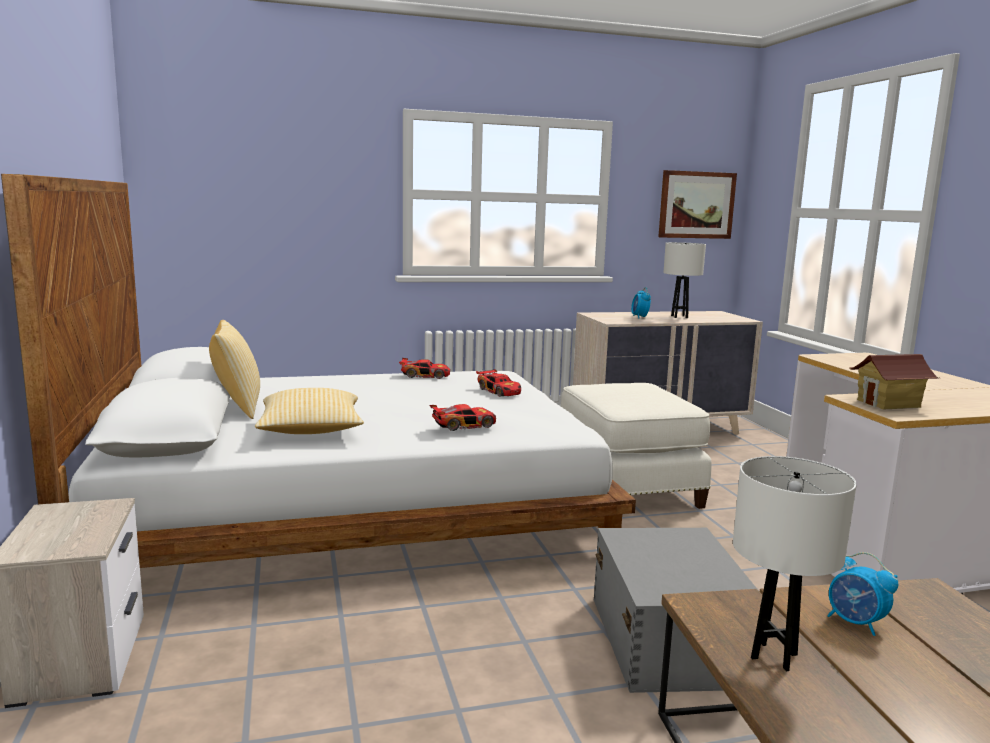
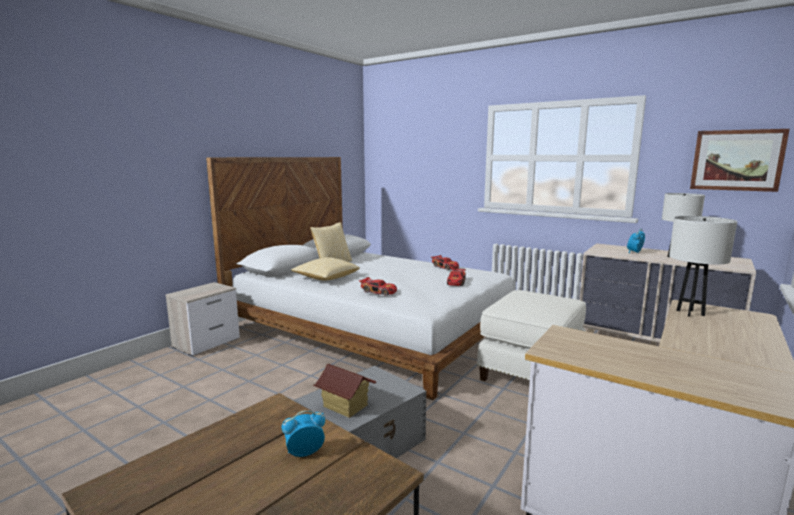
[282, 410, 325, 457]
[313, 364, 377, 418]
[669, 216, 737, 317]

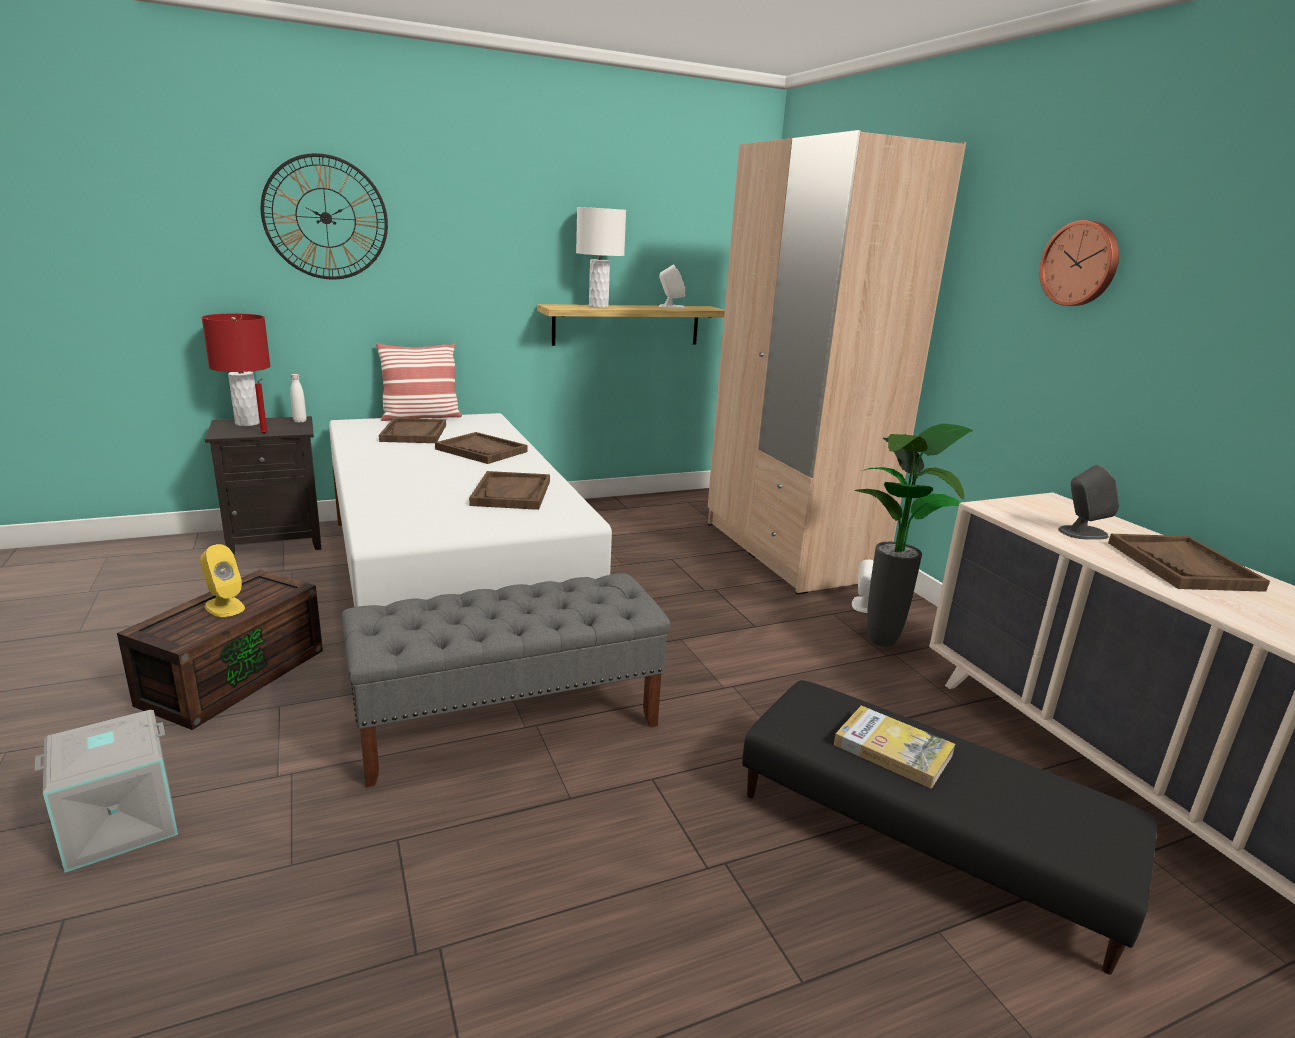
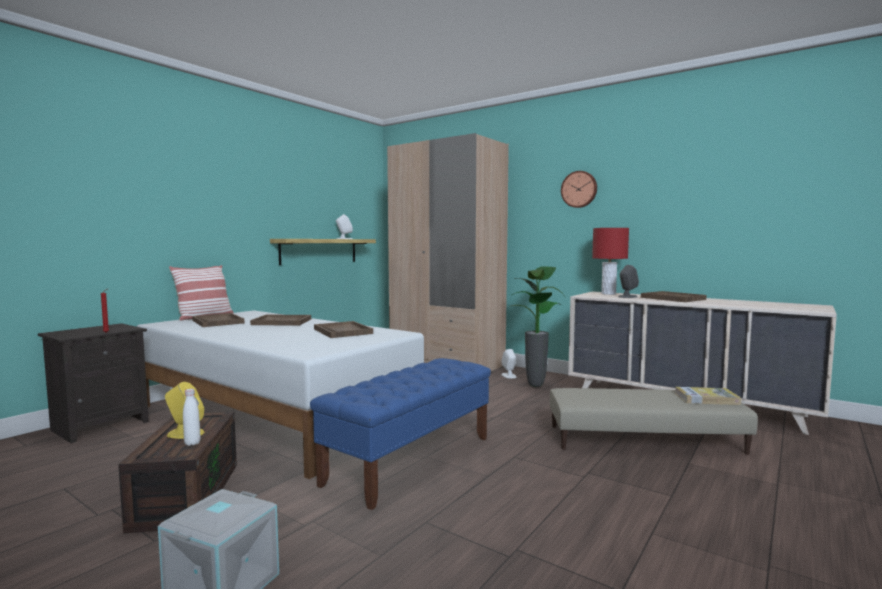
[183, 389, 201, 446]
[310, 358, 491, 510]
[550, 388, 758, 455]
[592, 228, 629, 295]
[675, 387, 741, 405]
[261, 153, 388, 280] (first image)
[576, 207, 626, 308] (first image)

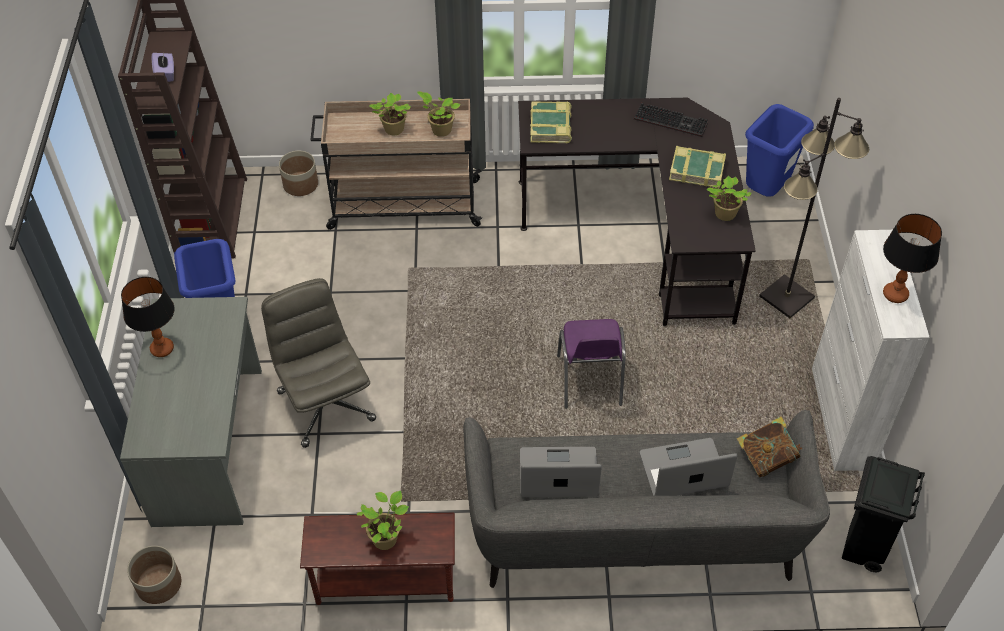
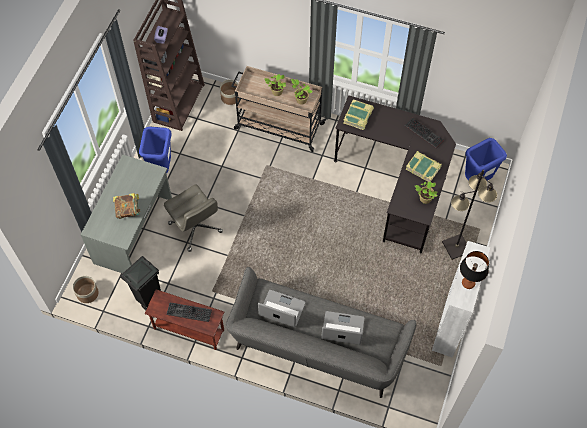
[113, 193, 141, 219]
[120, 256, 161, 310]
[164, 185, 223, 252]
[166, 302, 212, 322]
[121, 277, 175, 357] (first image)
[557, 319, 626, 409] (first image)

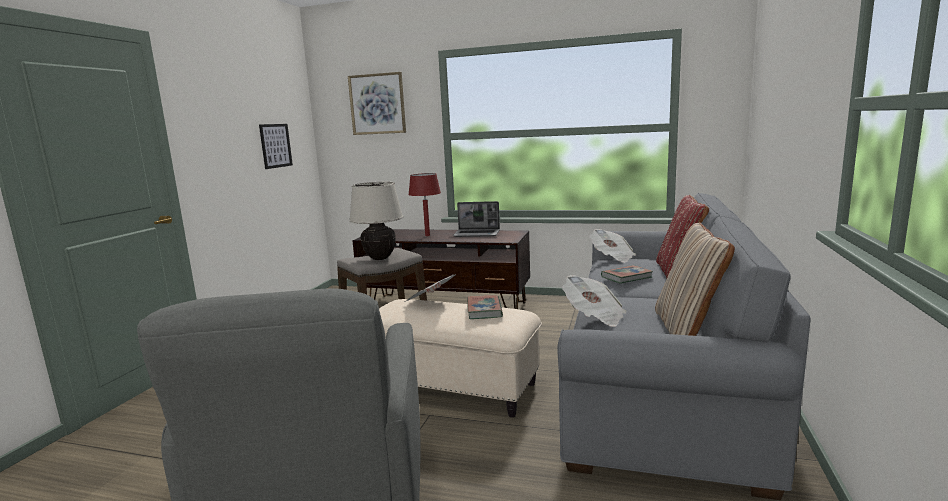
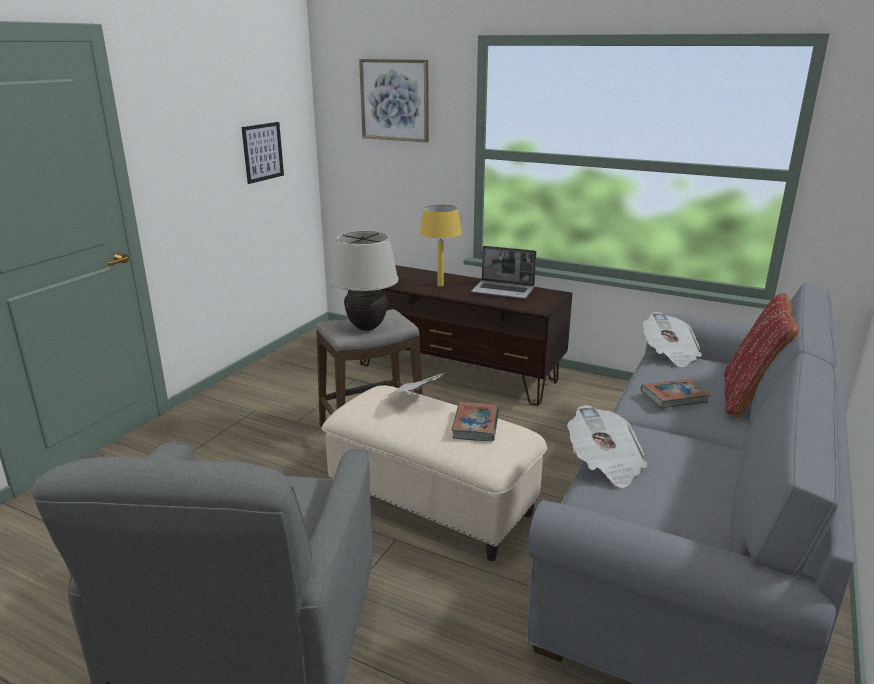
[420, 205, 462, 286]
[655, 222, 735, 336] (first image)

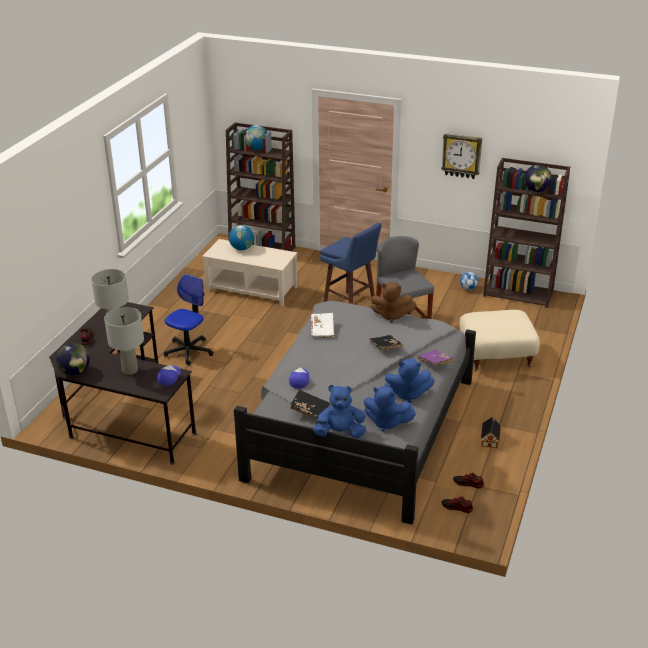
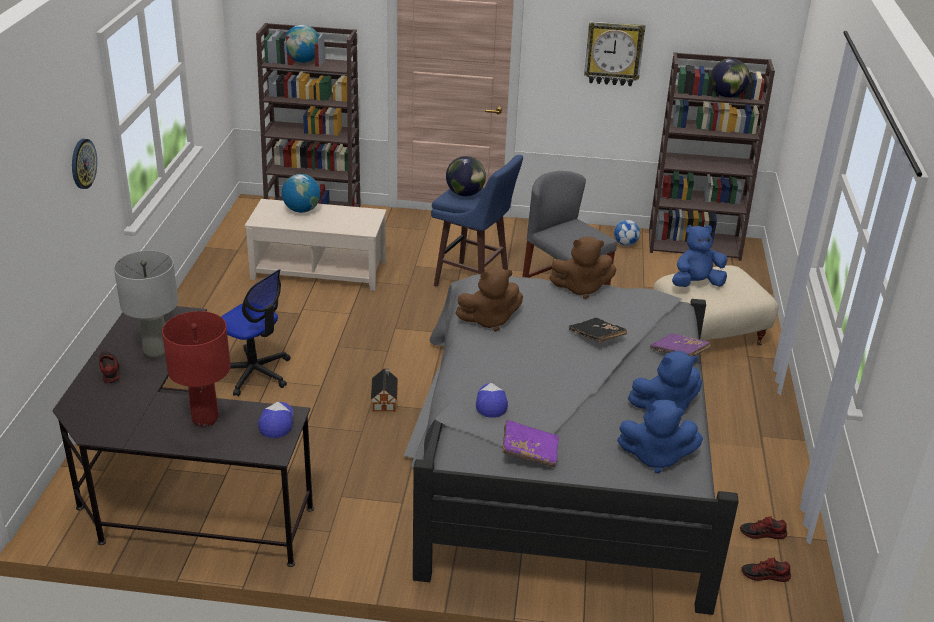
[72, 139, 97, 189]
[162, 311, 231, 427]
[221, 269, 291, 396]
[371, 369, 398, 412]
[446, 156, 486, 196]
[455, 266, 523, 331]
[502, 420, 559, 467]
[672, 225, 728, 287]

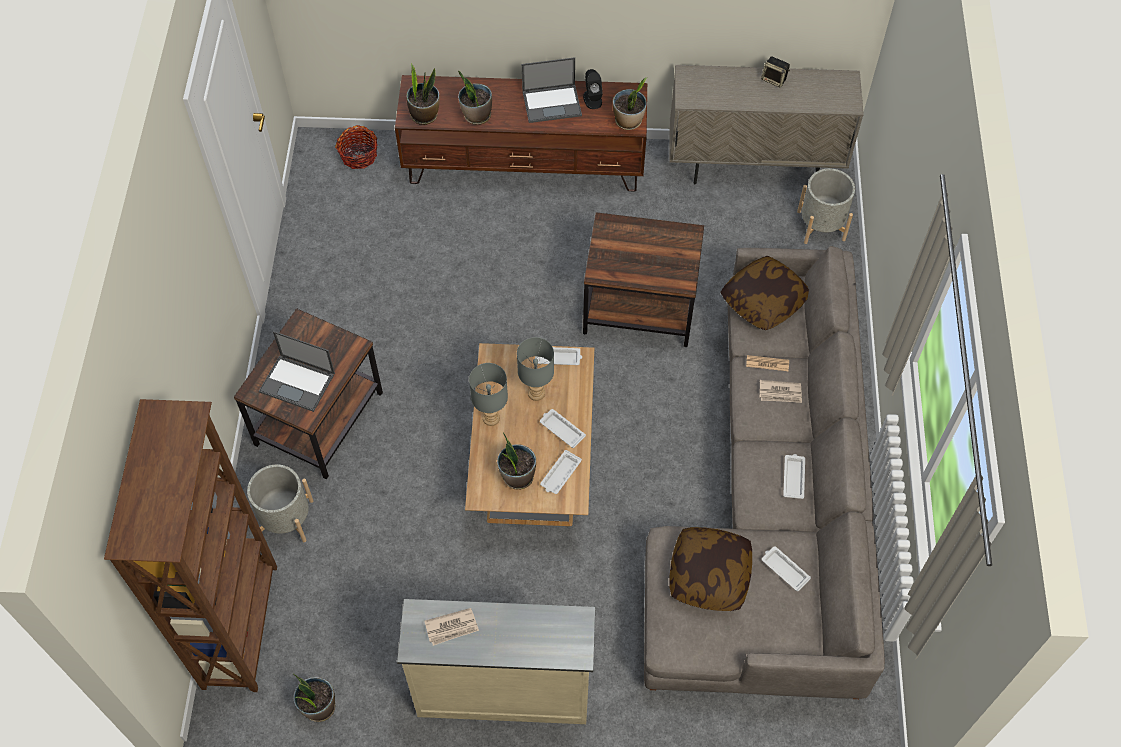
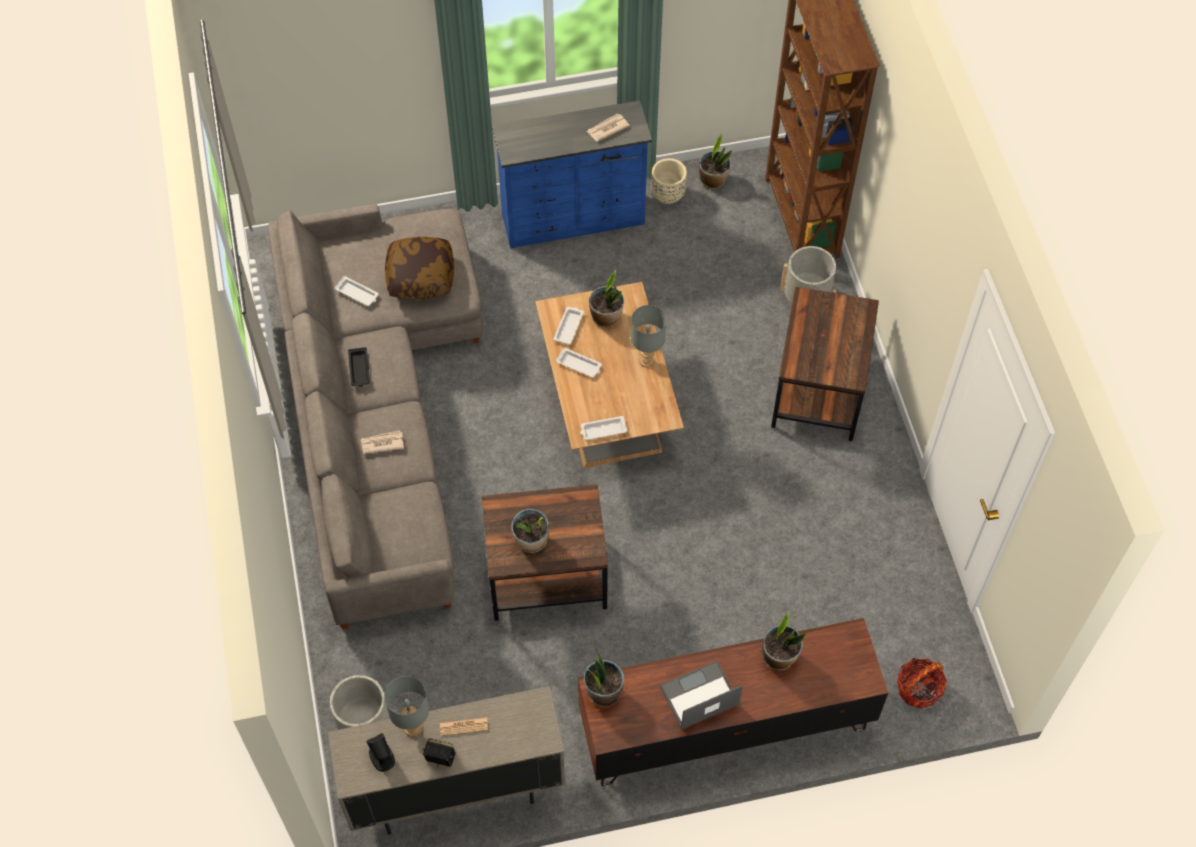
[348, 347, 370, 387]
[366, 733, 395, 772]
[384, 676, 429, 737]
[440, 717, 488, 736]
[492, 100, 652, 248]
[511, 509, 549, 553]
[651, 158, 687, 204]
[259, 331, 335, 412] (first image)
[720, 256, 809, 330] (first image)

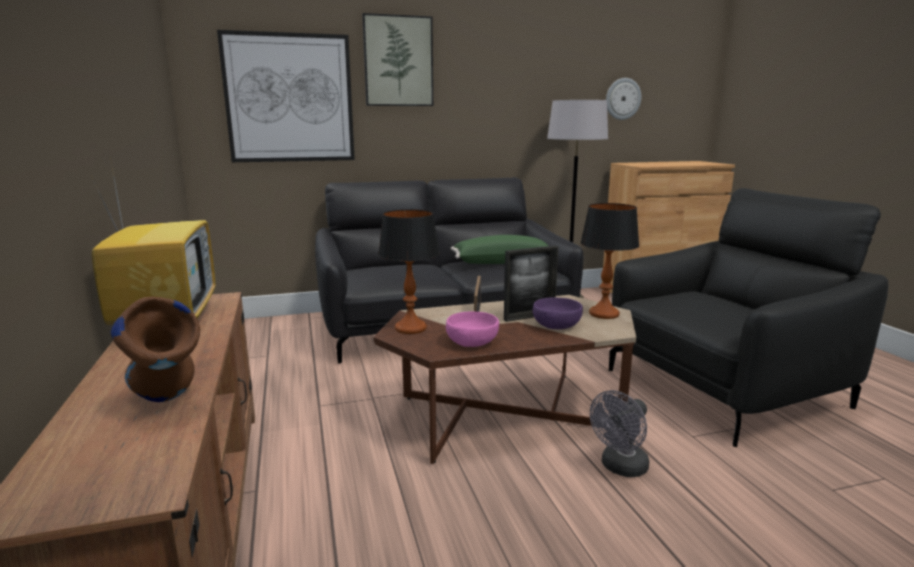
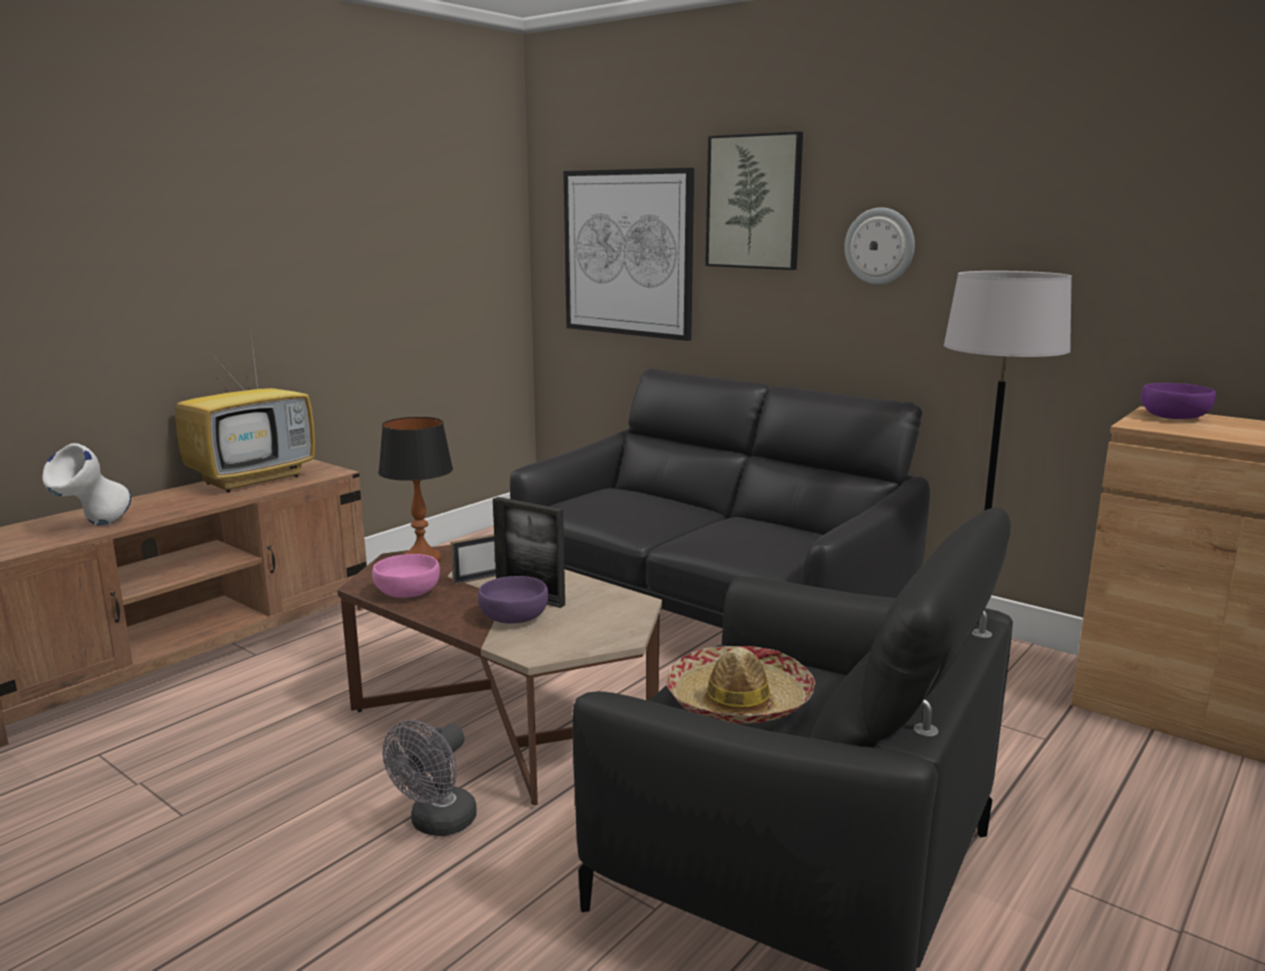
[42, 443, 131, 525]
[383, 720, 477, 836]
[666, 646, 816, 724]
[845, 207, 915, 284]
[1141, 383, 1216, 419]
[451, 235, 548, 264] (first image)
[580, 203, 639, 319] (first image)

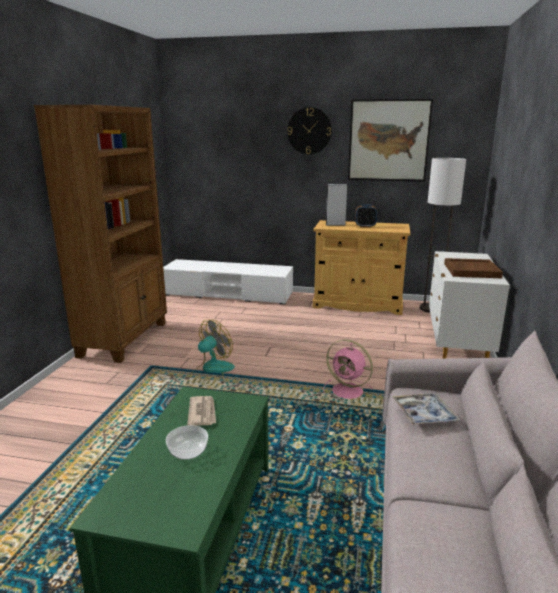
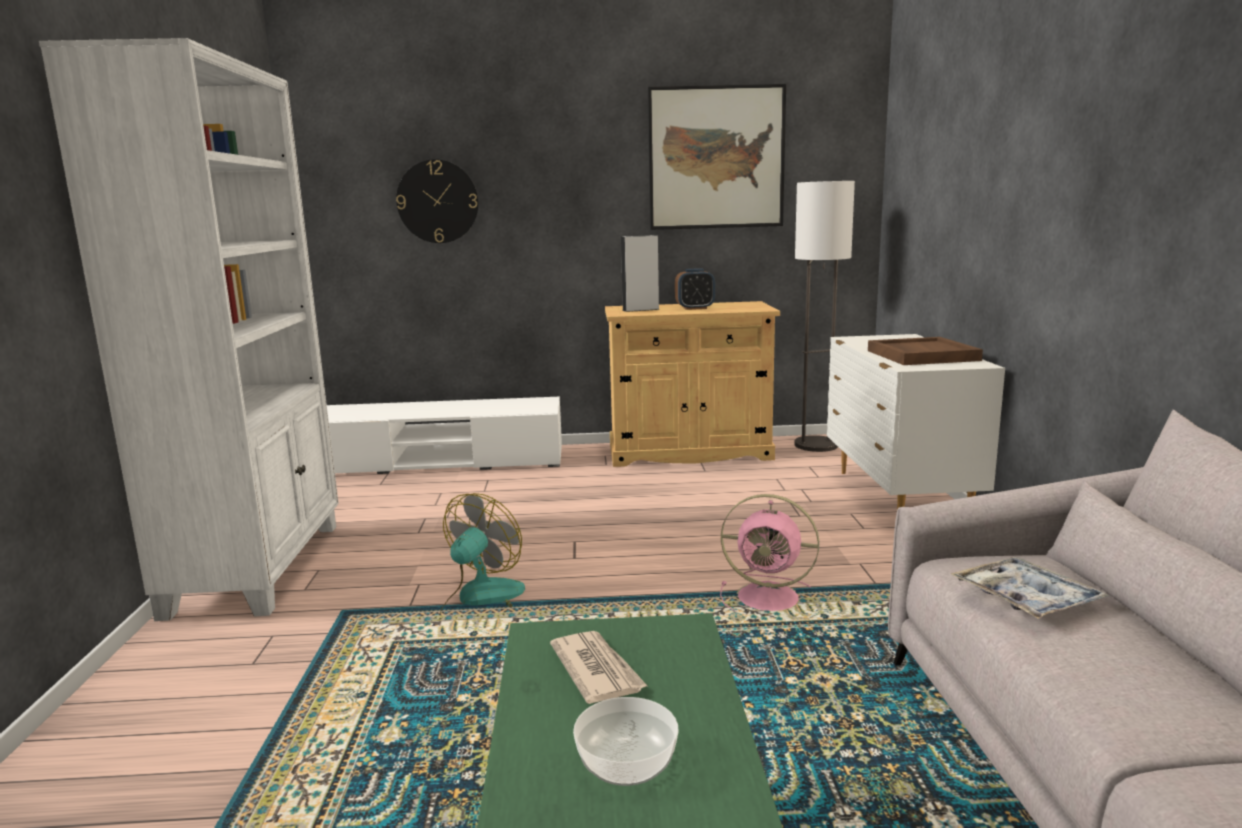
[39, 38, 339, 621]
[396, 159, 479, 243]

